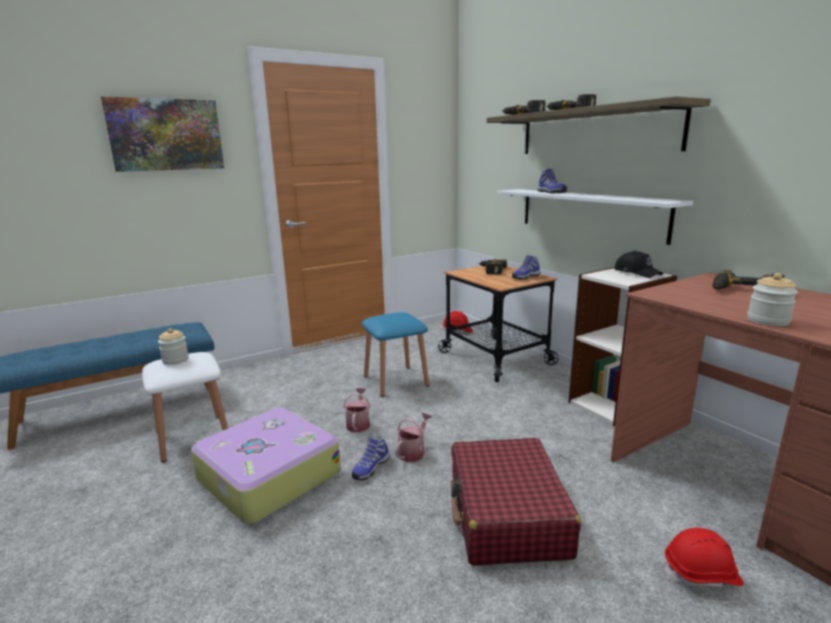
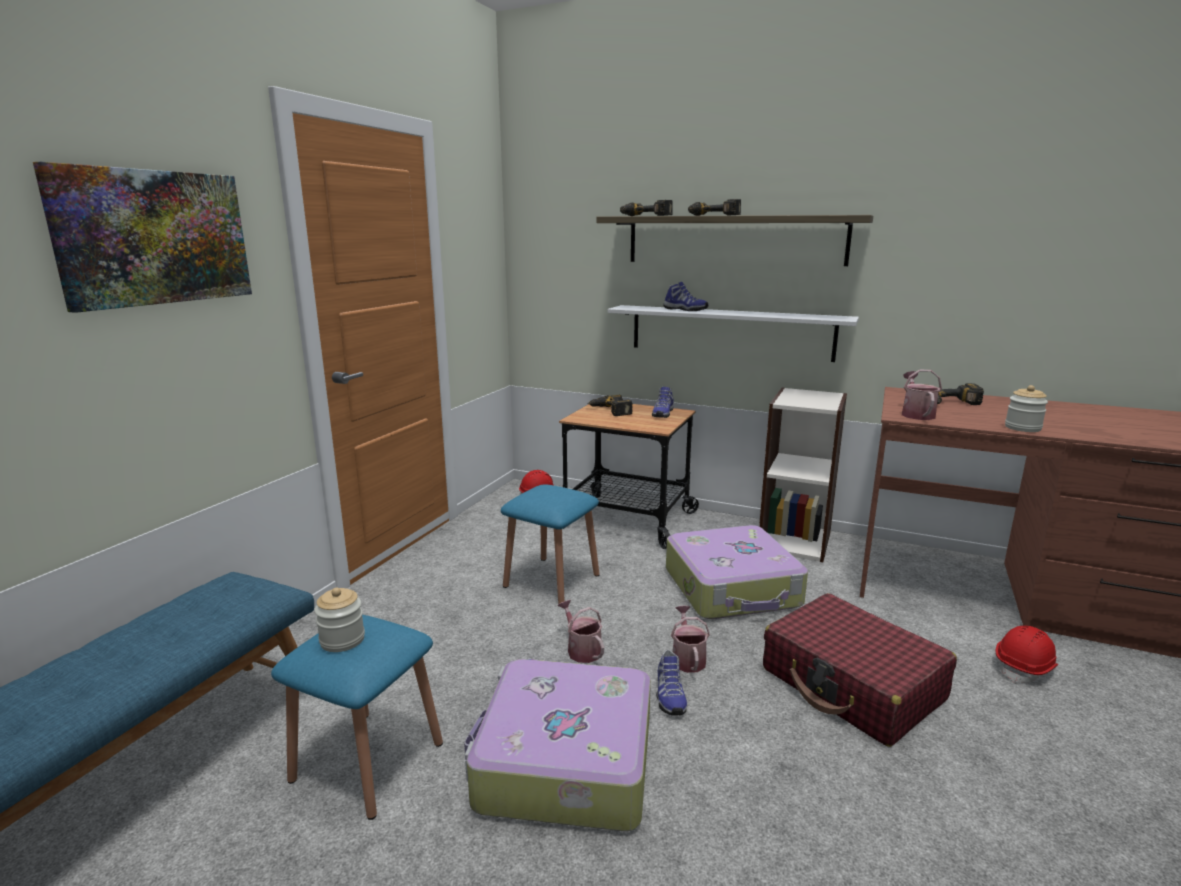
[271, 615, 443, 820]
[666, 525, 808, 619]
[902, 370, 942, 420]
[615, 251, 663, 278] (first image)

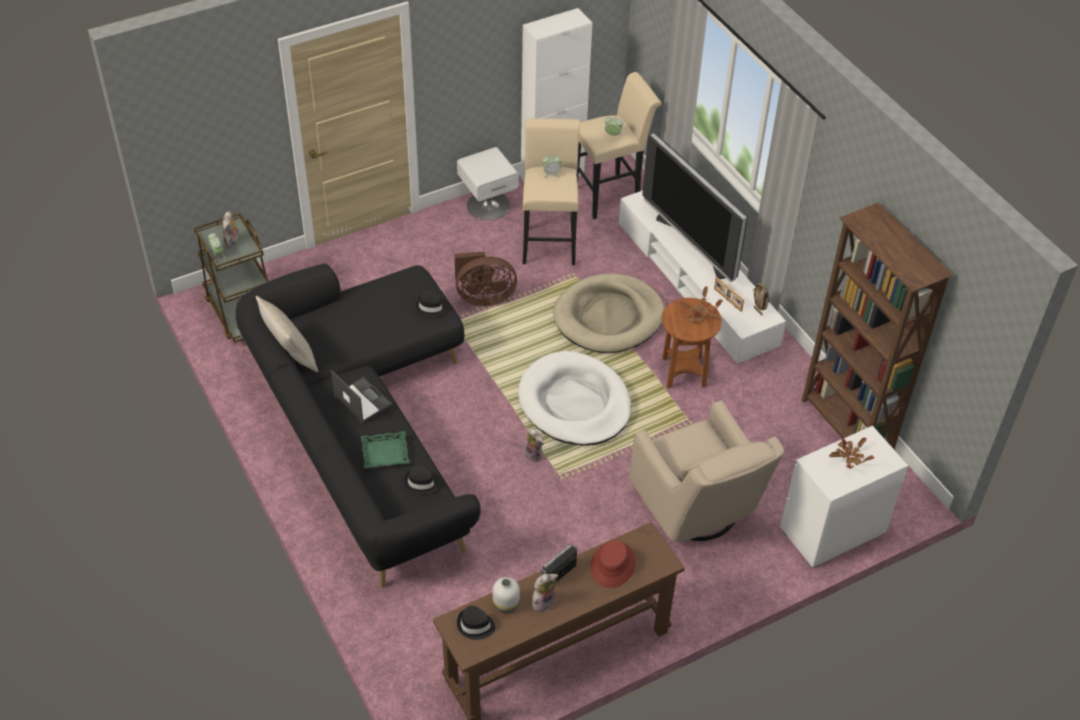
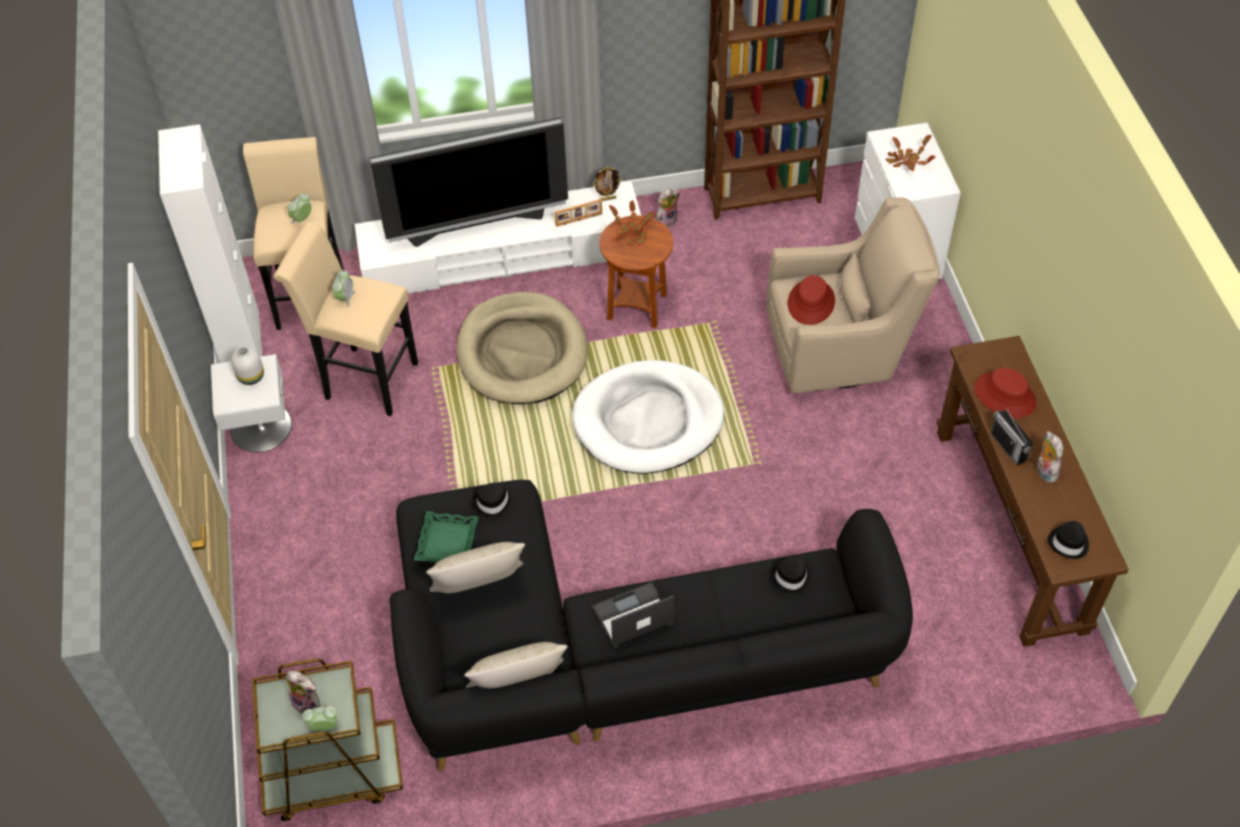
[231, 347, 264, 385]
[414, 511, 479, 563]
[426, 542, 525, 593]
[656, 189, 680, 228]
[787, 275, 835, 325]
[454, 251, 517, 306] (first image)

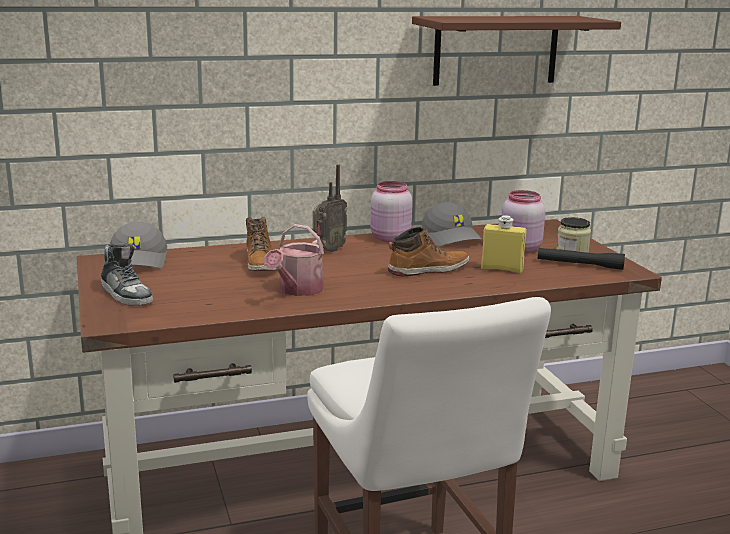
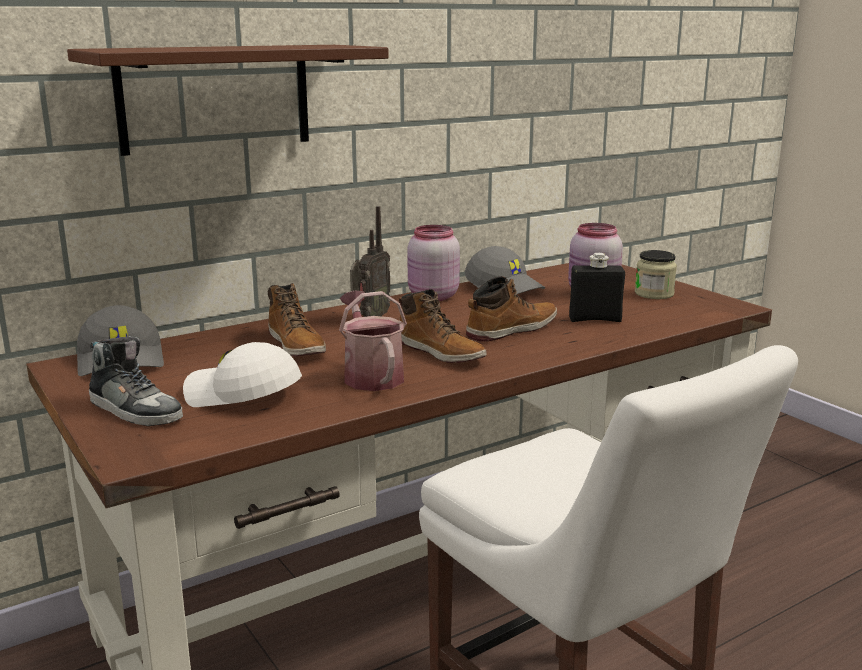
[67, 45, 389, 156]
[183, 342, 302, 407]
[339, 291, 407, 391]
[399, 289, 487, 363]
[569, 253, 625, 322]
[538, 248, 625, 270] (first image)

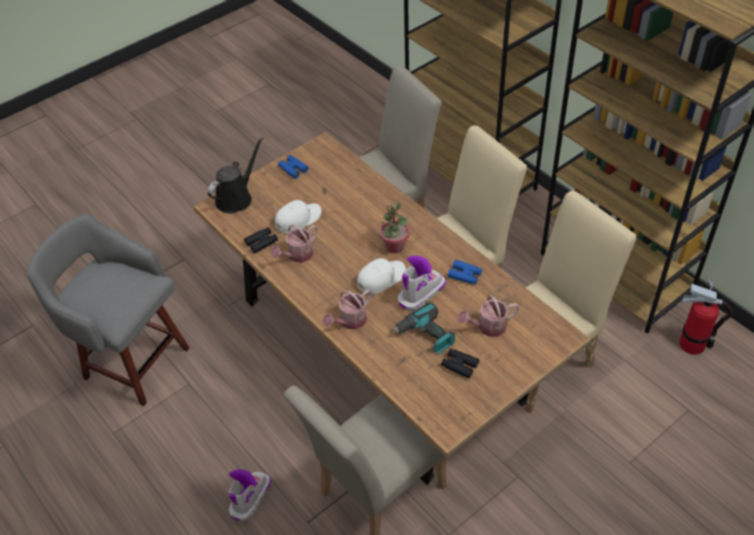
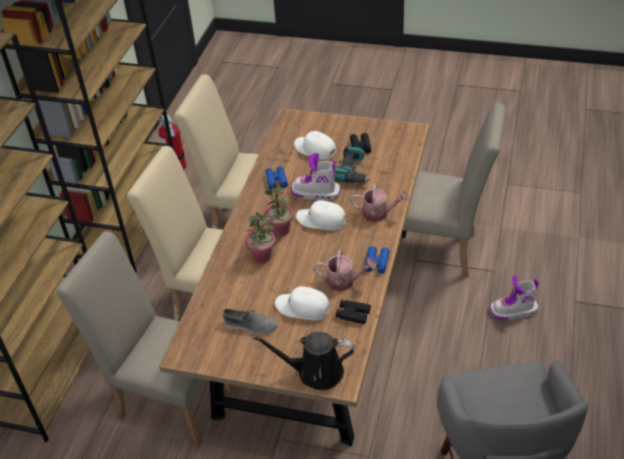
[223, 309, 278, 334]
[245, 212, 276, 263]
[294, 131, 336, 160]
[365, 246, 390, 273]

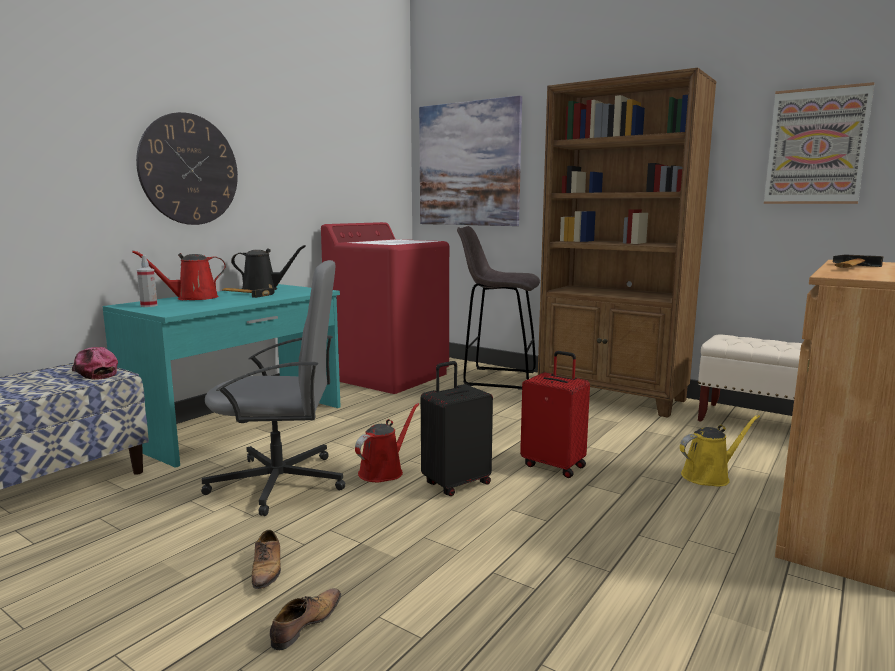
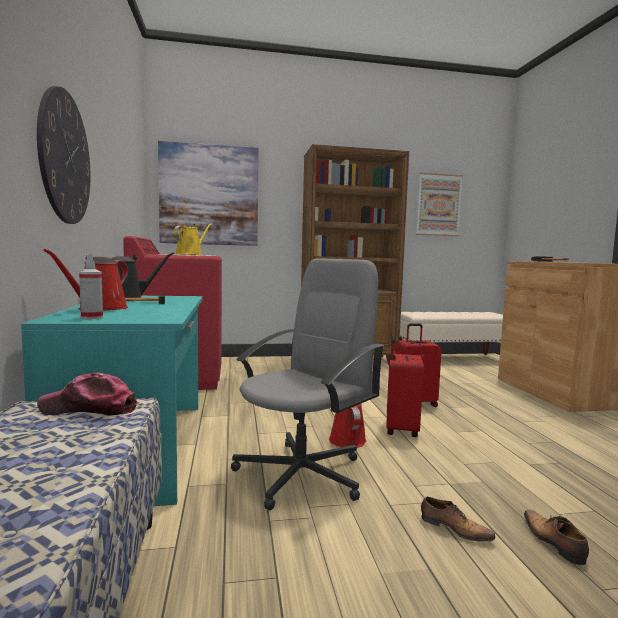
[174, 224, 212, 255]
[387, 336, 424, 437]
[457, 226, 540, 390] (first image)

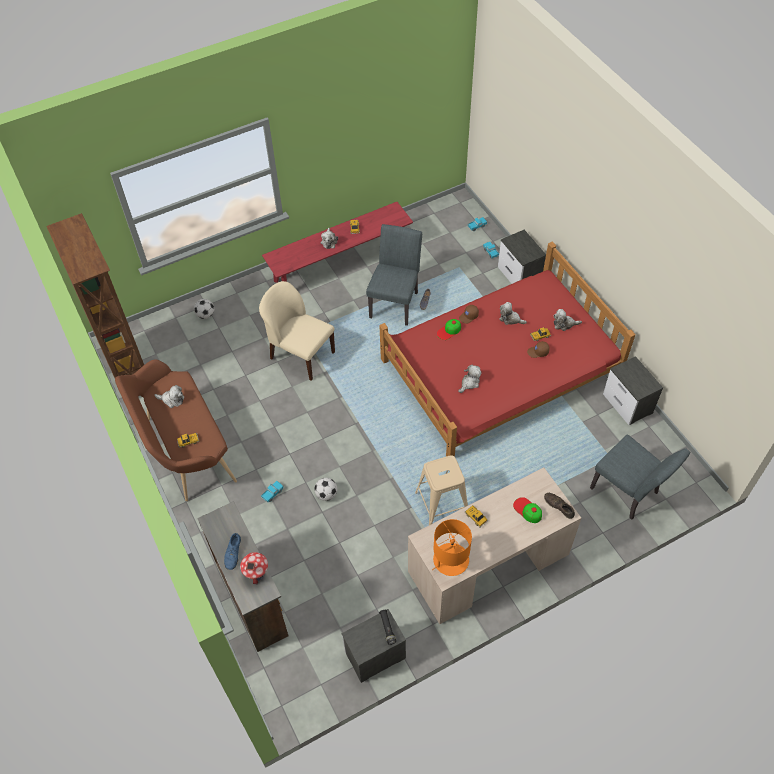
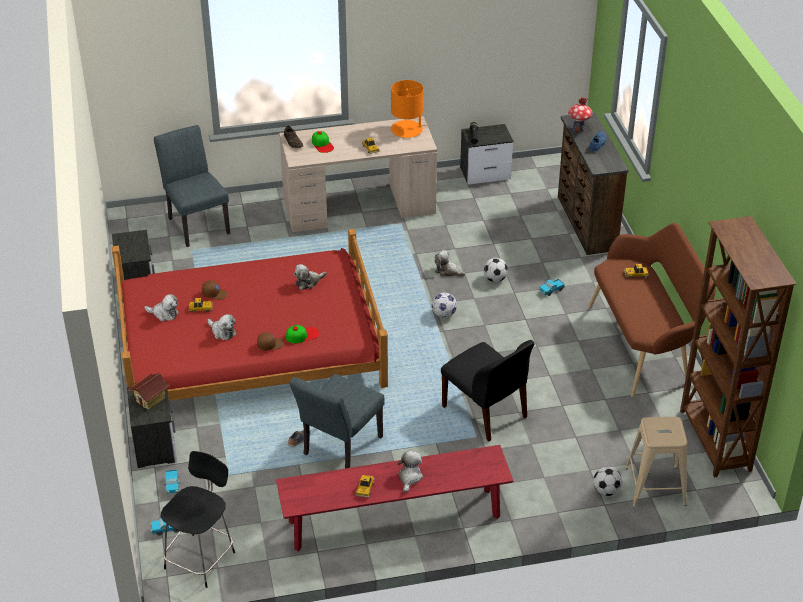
[128, 373, 170, 410]
[161, 451, 235, 588]
[432, 293, 457, 318]
[435, 250, 465, 276]
[441, 340, 535, 442]
[625, 417, 688, 507]

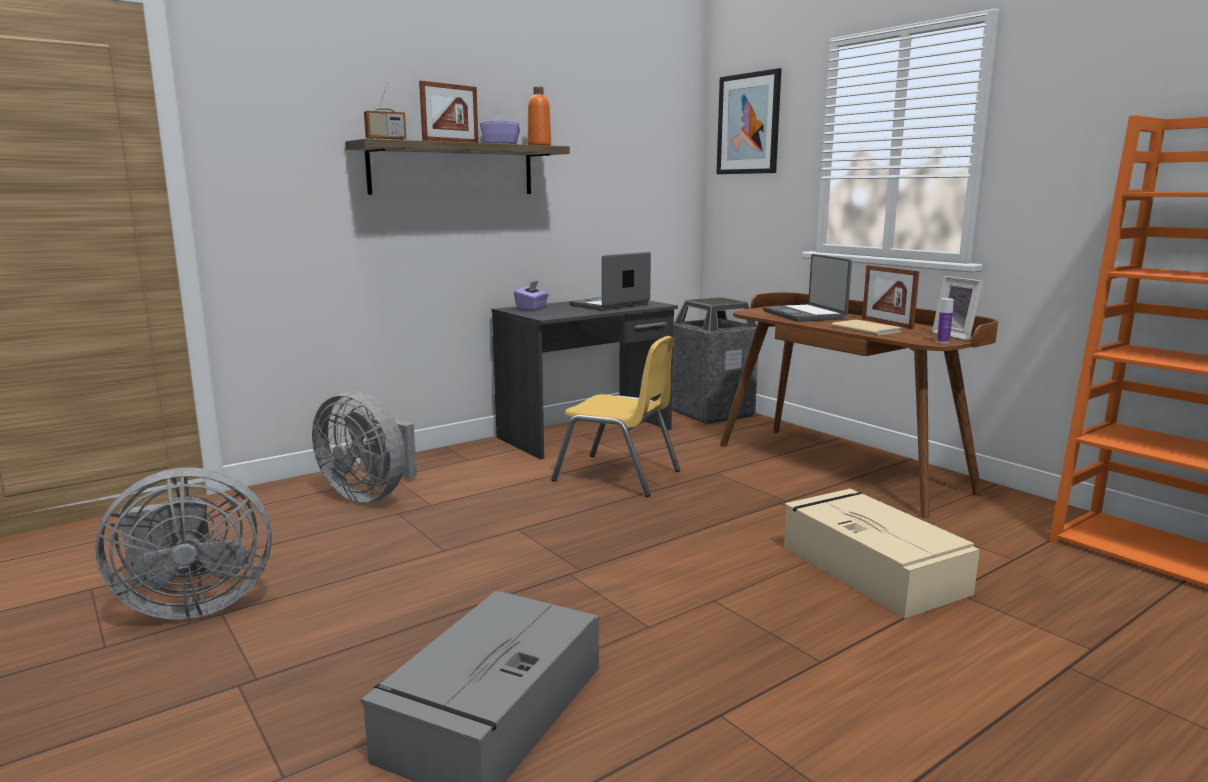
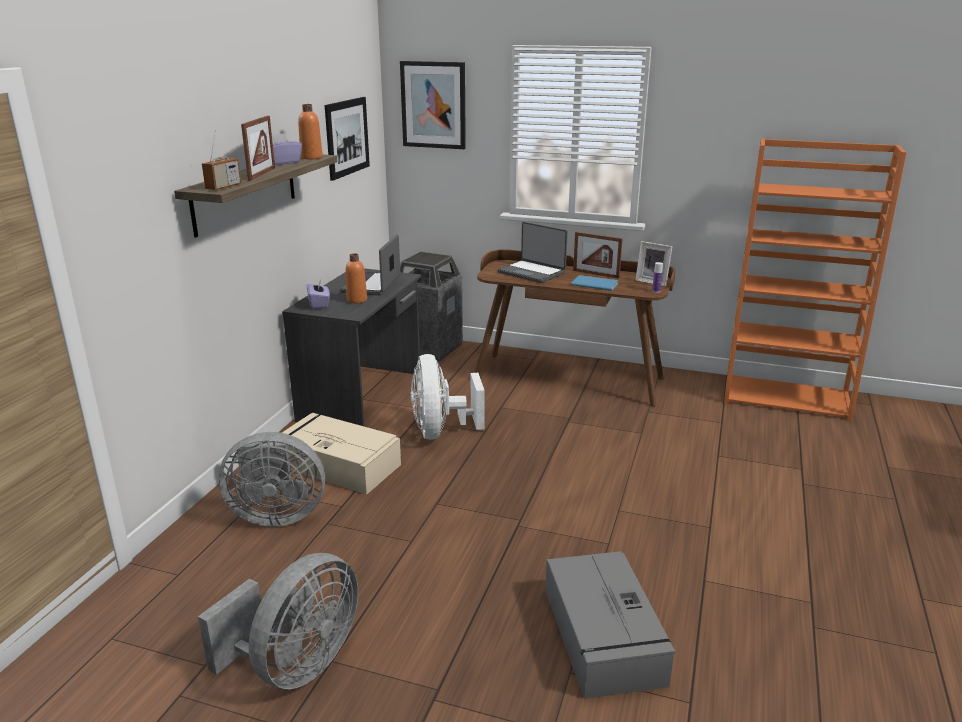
[282, 412, 401, 495]
[325, 97, 370, 181]
[346, 253, 367, 303]
[411, 354, 485, 440]
[571, 275, 619, 291]

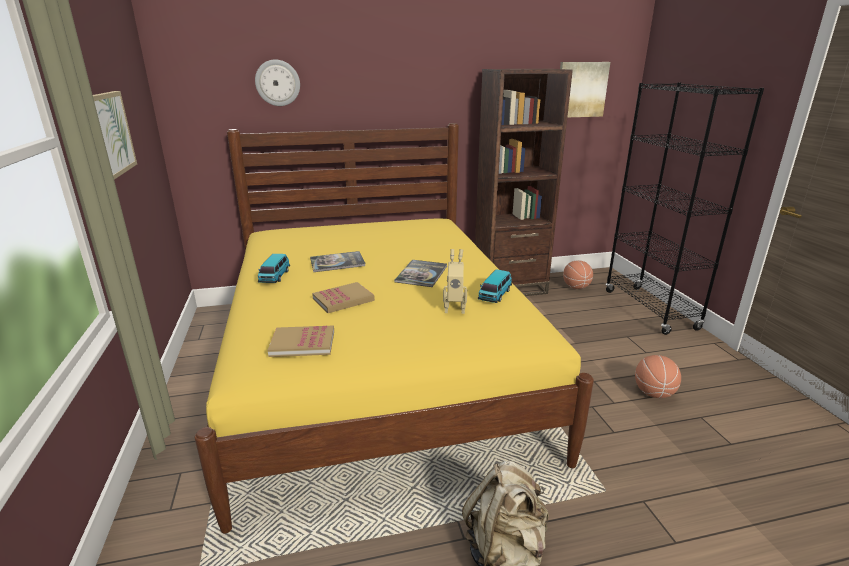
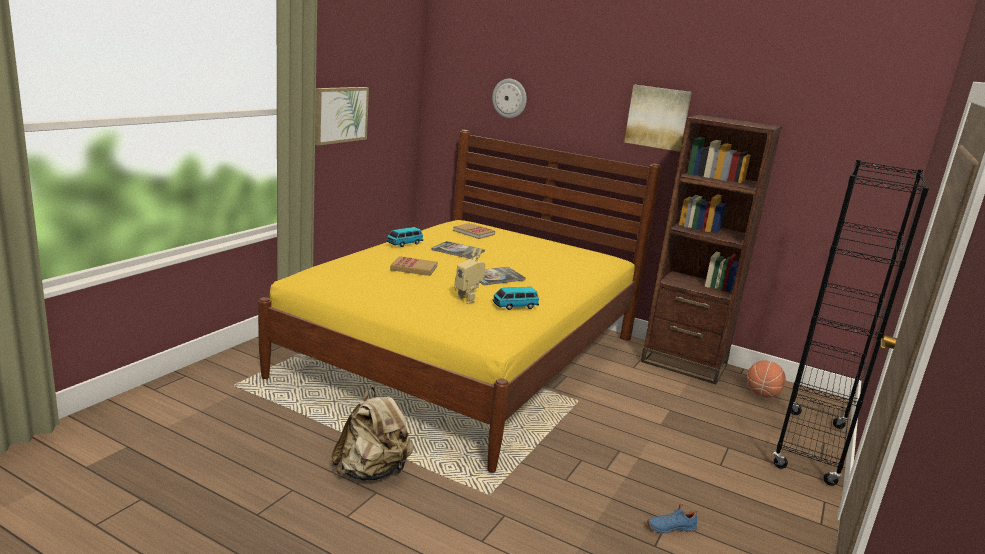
[453, 223, 495, 239]
[624, 85, 692, 152]
[647, 503, 700, 534]
[635, 355, 681, 398] (first image)

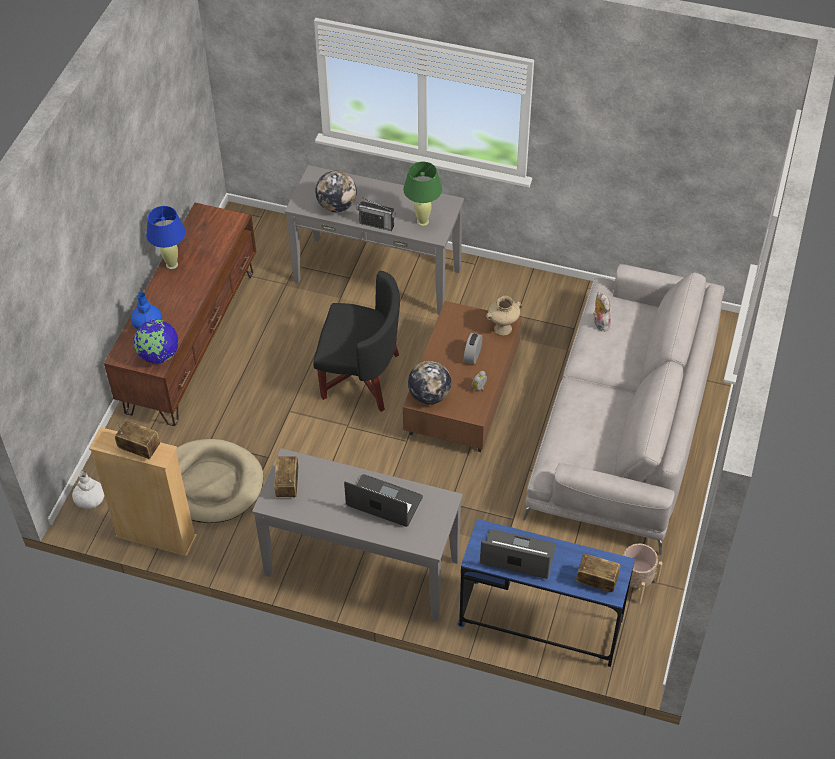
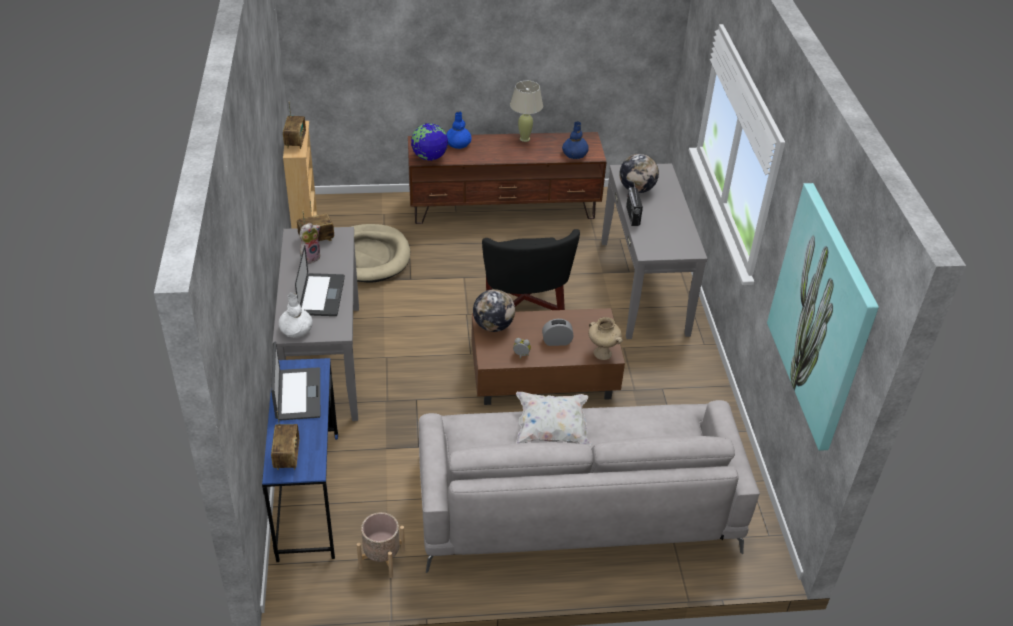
[278, 292, 313, 338]
[299, 223, 321, 264]
[510, 81, 543, 142]
[516, 392, 591, 446]
[562, 121, 589, 159]
[767, 183, 879, 451]
[403, 162, 442, 226] (first image)

